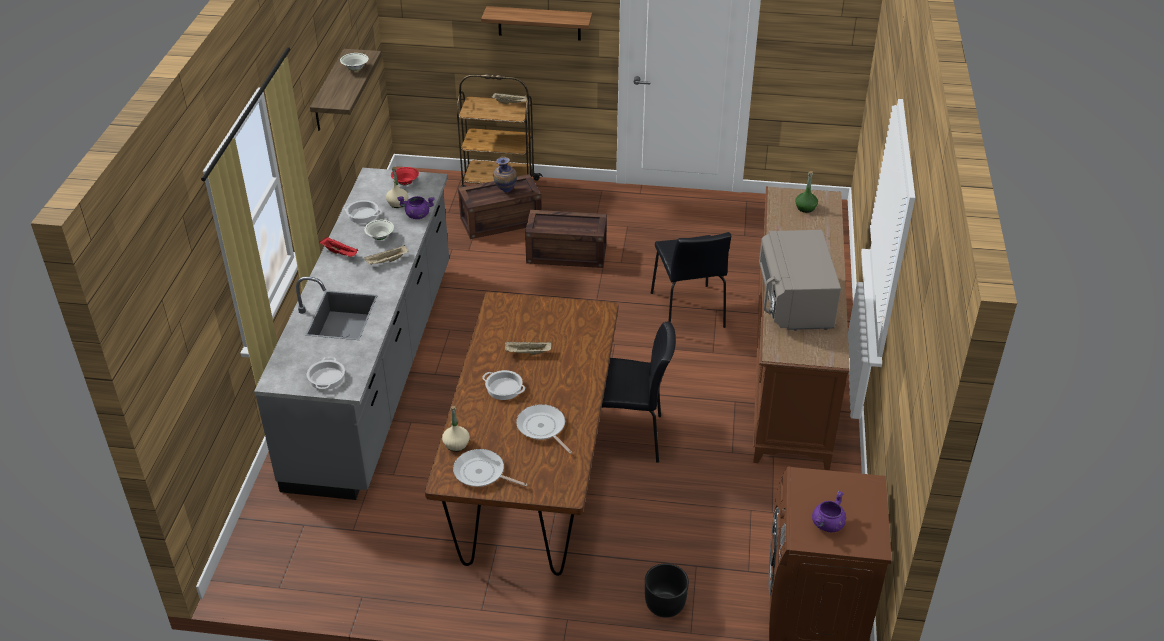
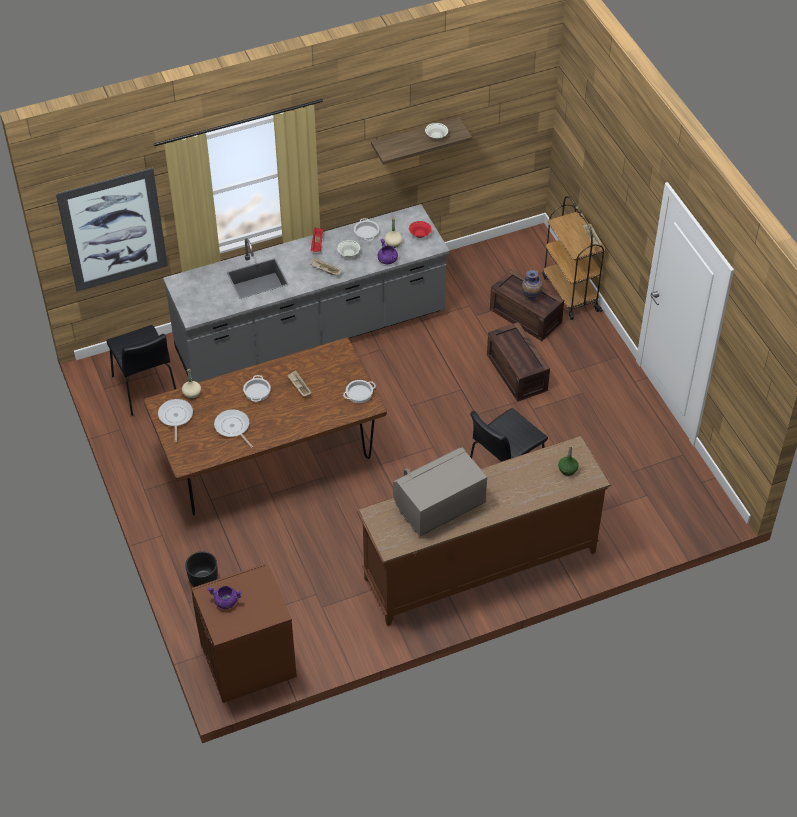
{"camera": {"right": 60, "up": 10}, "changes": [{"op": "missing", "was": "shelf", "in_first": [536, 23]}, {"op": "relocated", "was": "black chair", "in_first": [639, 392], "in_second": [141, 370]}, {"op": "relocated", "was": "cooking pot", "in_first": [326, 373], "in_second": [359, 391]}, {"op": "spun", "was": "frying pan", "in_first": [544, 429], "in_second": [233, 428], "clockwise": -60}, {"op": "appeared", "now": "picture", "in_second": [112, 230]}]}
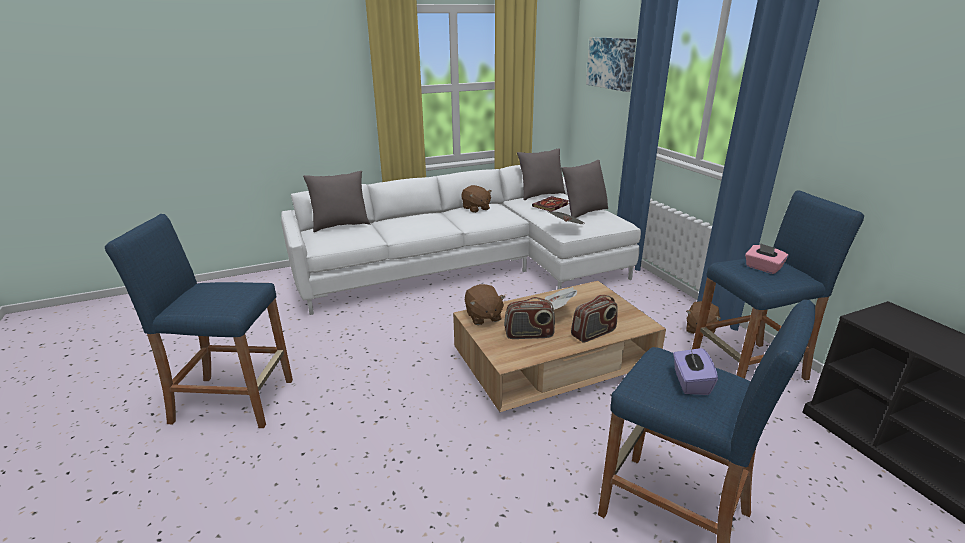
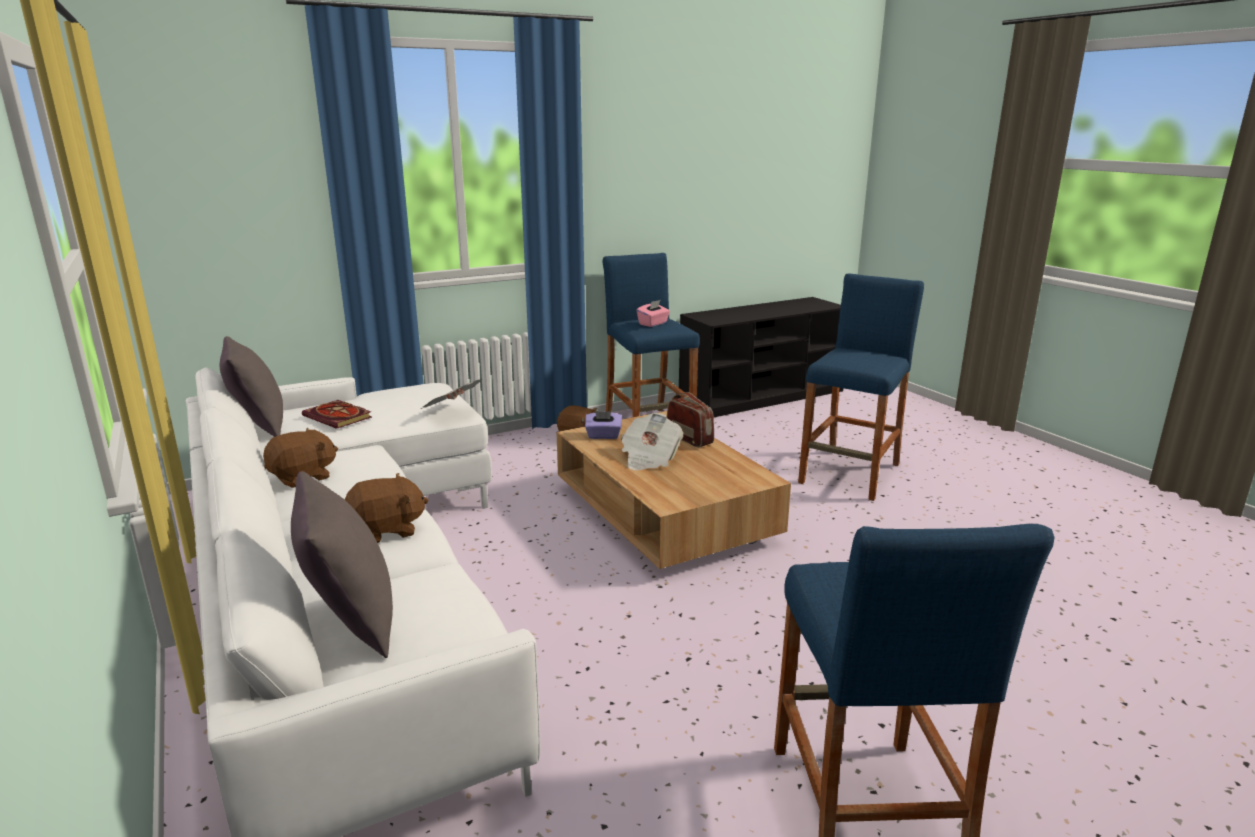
{"camera": {"right": -95, "up": -5}, "changes": [{"op": "missing", "was": "picture", "in_first": [611, 64]}, {"op": "missing", "was": "grey pillow", "in_first": [584, 189]}, {"op": "relocated", "was": "brown plush toy", "in_first": [485, 304], "in_second": [387, 508]}, {"op": "missing", "was": "radio", "in_first": [529, 318]}, {"op": "relocated", "was": "purple tissue box", "in_first": [695, 371], "in_second": [603, 425]}]}
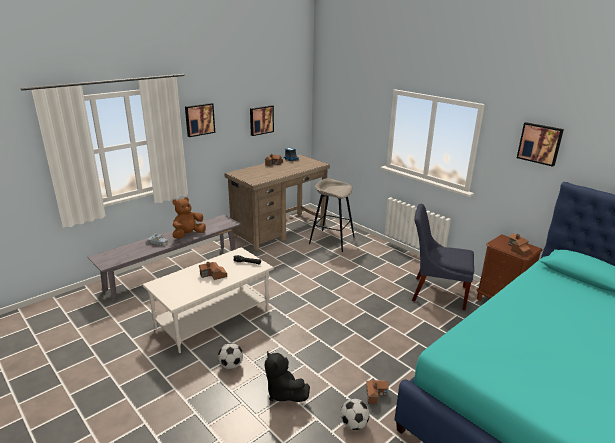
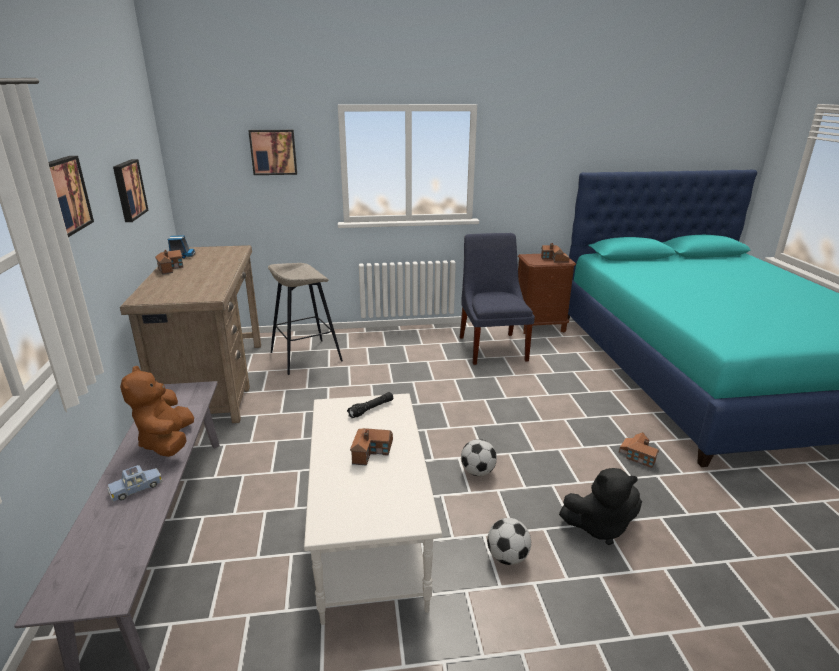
{"camera": {"right": -55, "up": 0}, "changes": [{"op": "relocated", "was": "picture", "in_first": [540, 144], "in_second": [272, 152]}, {"op": "spun", "was": "blue chair", "in_first": [443, 257], "in_second": [497, 299], "clockwise": 120}, {"op": "relocated", "was": "football", "in_first": [355, 414], "in_second": [479, 457]}]}
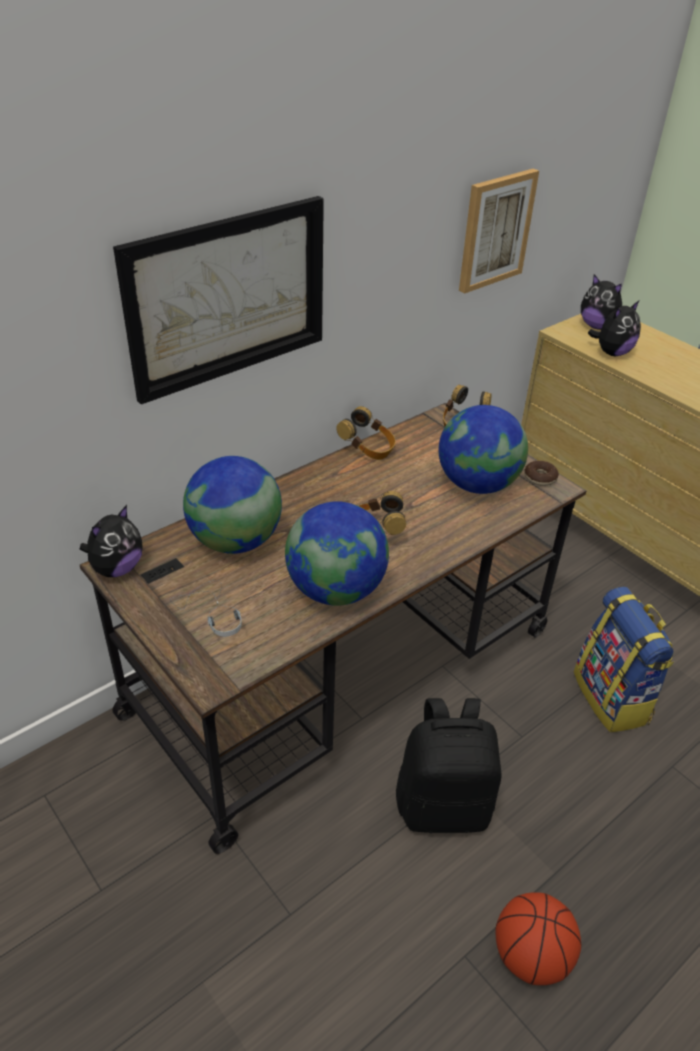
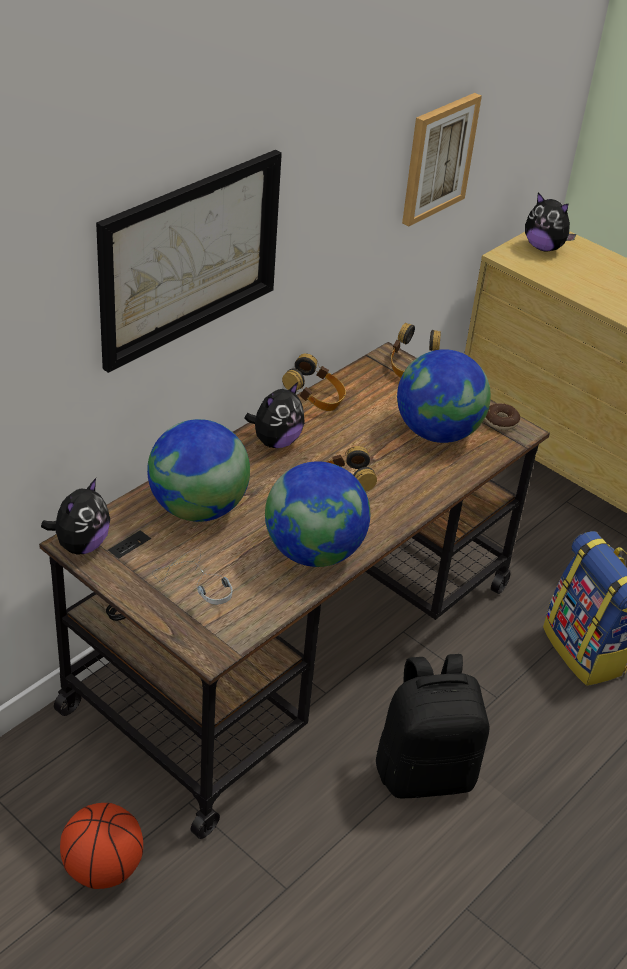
{"camera": {"right": -10, "up": 0}, "changes": [{"op": "relocated", "was": "plush toy", "in_first": [614, 328], "in_second": [275, 415]}, {"op": "relocated", "was": "basketball", "in_first": [538, 938], "in_second": [101, 846]}]}
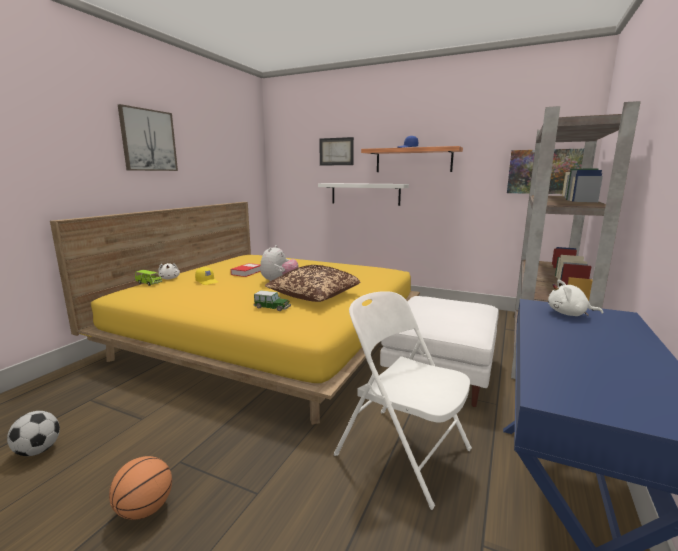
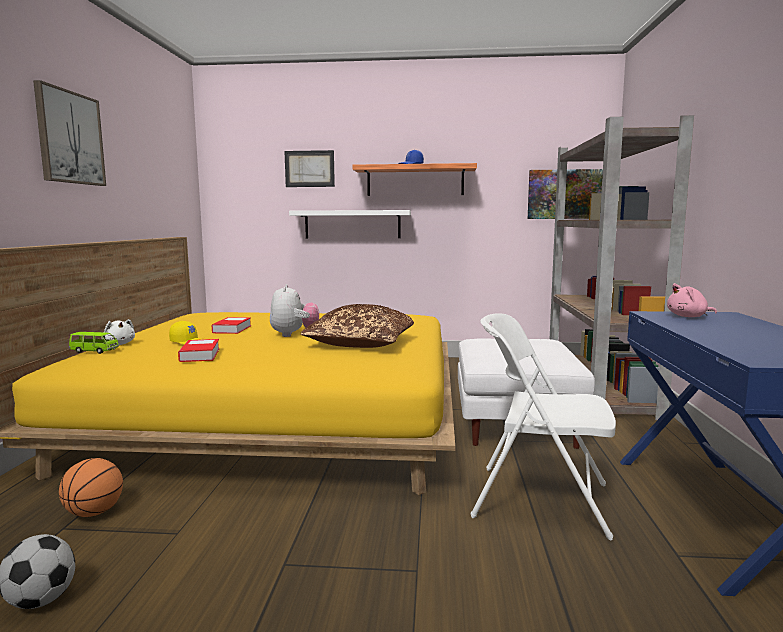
{"camera": {"right": -20, "up": -5}, "changes": [{"op": "colour", "was": "white plush toy", "now": "pink plush toy", "in_first": [575, 298], "in_second": [692, 300]}, {"op": "missing", "was": "toy car", "in_first": [272, 300]}, {"op": "relocated", "was": "basketball", "in_first": [140, 488], "in_second": [91, 487]}, {"op": "appeared", "now": "book", "in_second": [198, 350]}]}
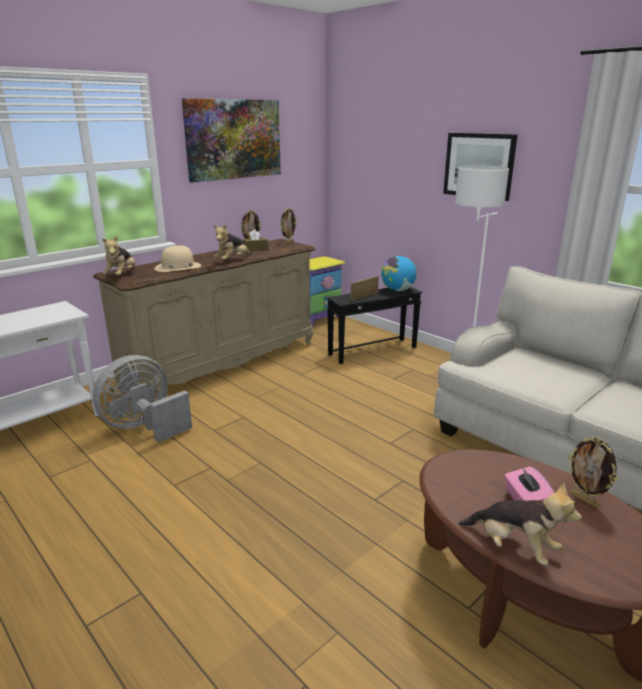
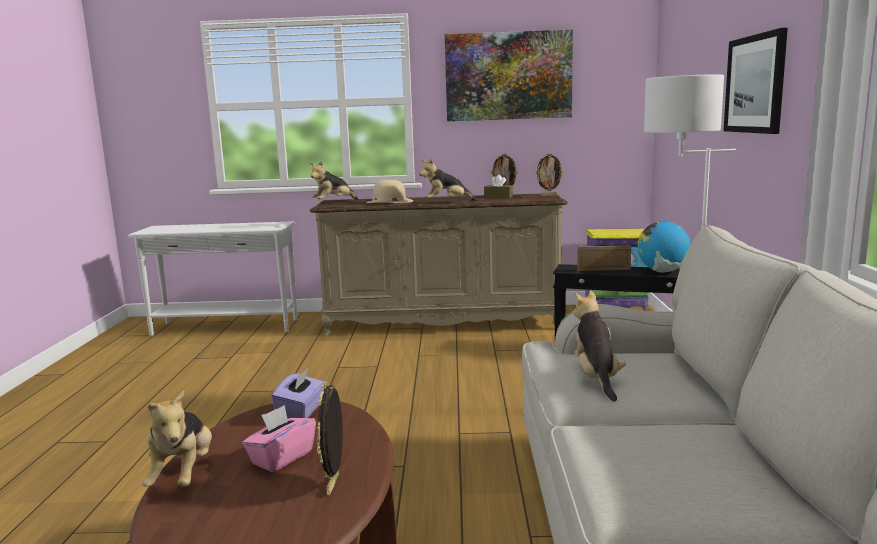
{"camera": {"right": 45, "up": -10}, "changes": [{"op": "missing", "was": "grey fan", "in_first": [142, 399]}, {"op": "appeared", "now": "plush toy", "in_second": [599, 346]}, {"op": "appeared", "now": "purple tissue box", "in_second": [297, 393]}]}
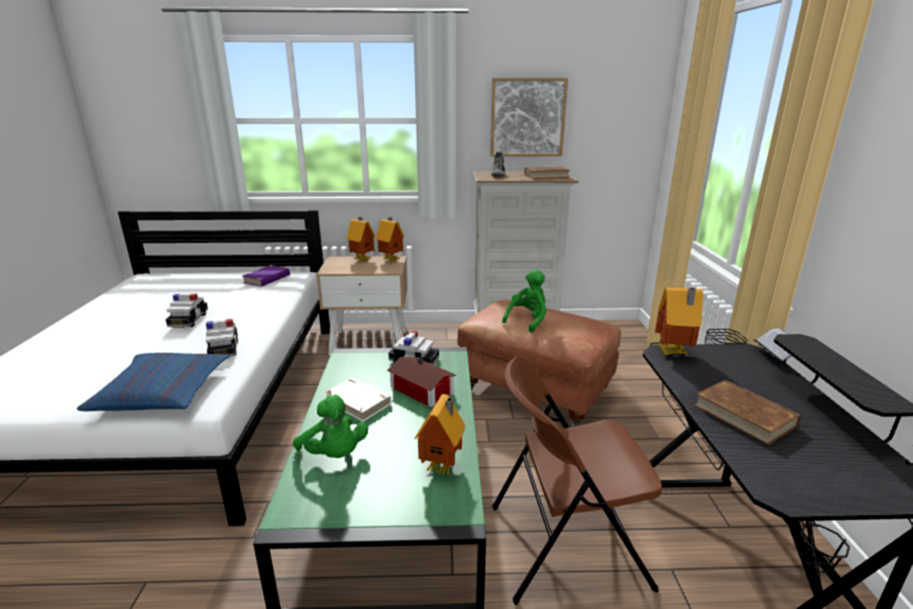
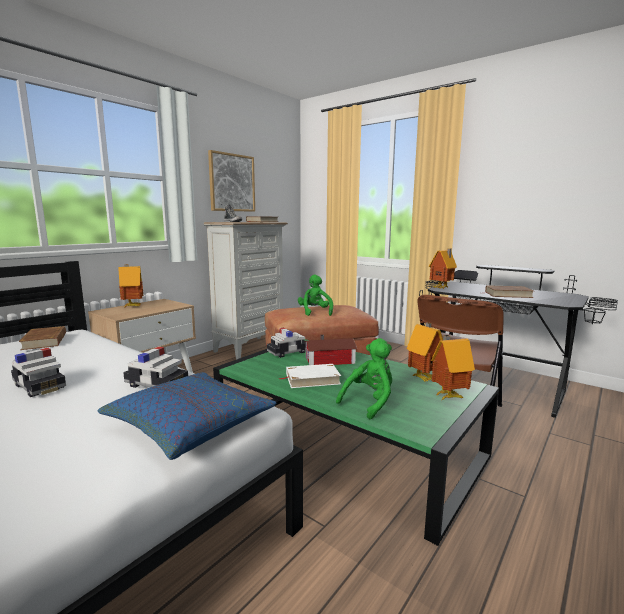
{"camera": {"right": -50, "up": -10}, "changes": [{"op": "relocated", "was": "toy house", "in_first": [390, 239], "in_second": [453, 367]}, {"op": "colour", "was": "purple book", "now": "brown book", "in_first": [266, 276], "in_second": [42, 338]}, {"op": "spun", "was": "green plush toy", "in_first": [330, 426], "in_second": [364, 378], "clockwise": -45}]}
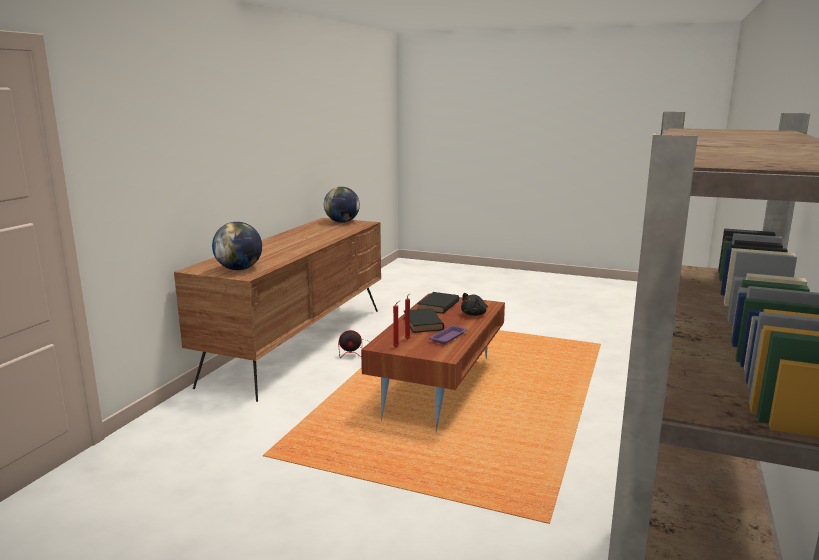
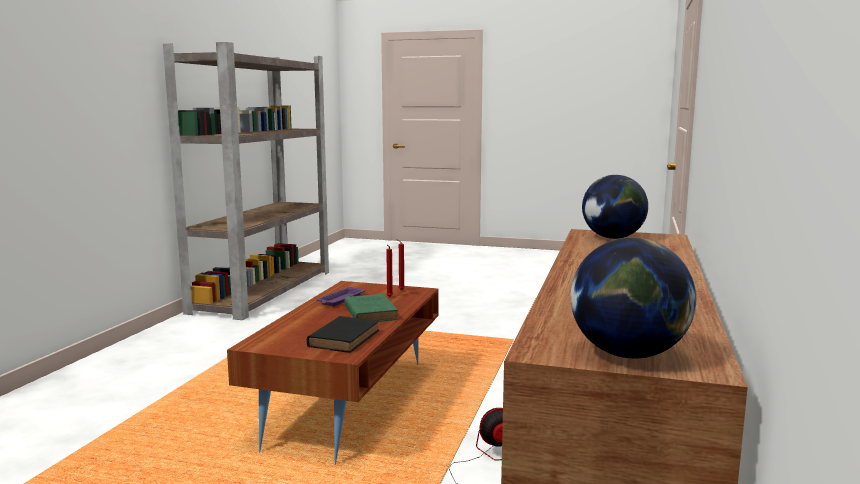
{"camera": {"right": 175, "up": -5}, "changes": [{"op": "missing", "was": "black plush toy", "in_first": [474, 304]}, {"op": "colour", "was": "black book", "now": "green book", "in_first": [424, 320], "in_second": [371, 308]}]}
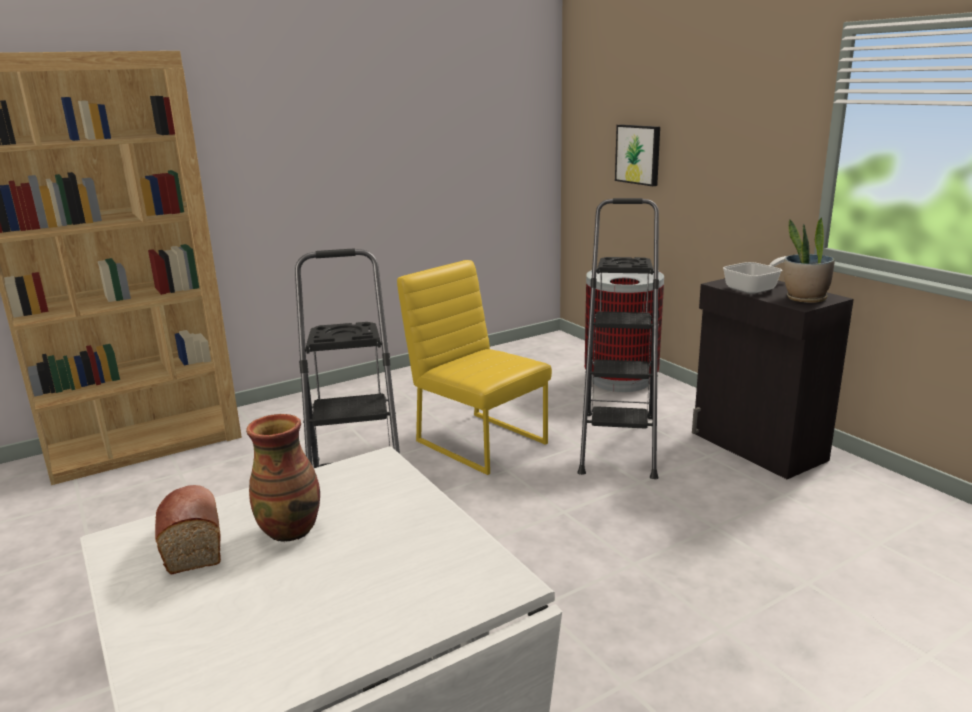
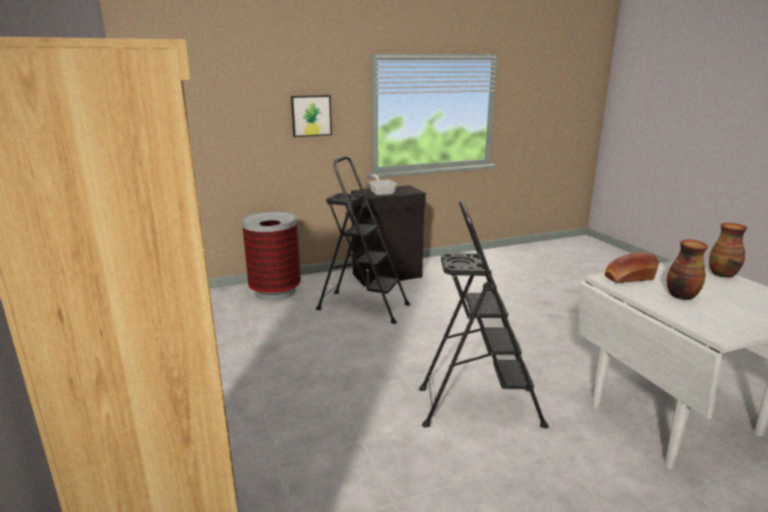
{"camera": {"right": -80, "up": 0}, "changes": [{"op": "relocated", "was": "picture", "in_first": [637, 155], "in_second": [311, 116]}, {"op": "missing", "was": "potted plant", "in_first": [809, 260]}, {"op": "missing", "was": "yellow chair", "in_first": [474, 367]}, {"op": "relocated", "was": "bread", "in_first": [188, 530], "in_second": [632, 267]}, {"op": "appeared", "now": "vase", "in_second": [728, 250]}]}
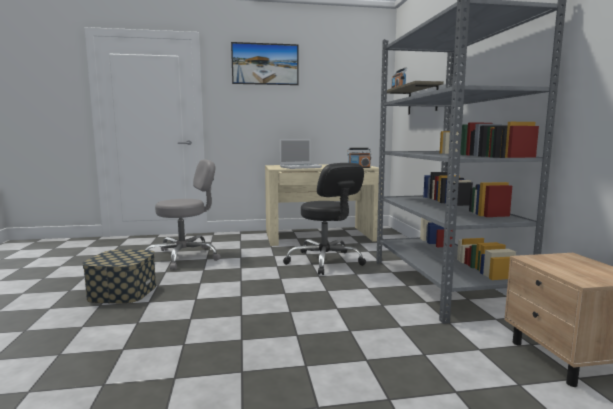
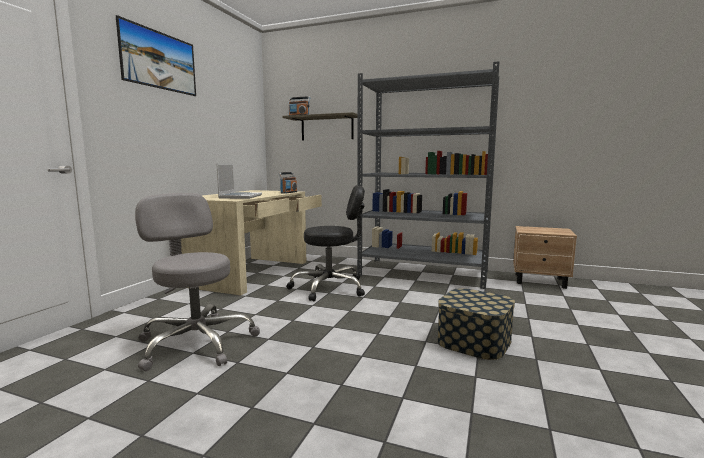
{"camera": {"right": -60, "up": 0}, "changes": [{"op": "spun", "was": "grey office chair", "in_first": [183, 214], "in_second": [197, 282], "clockwise": -45}, {"op": "relocated", "was": "storage box", "in_first": [119, 276], "in_second": [476, 324]}]}
